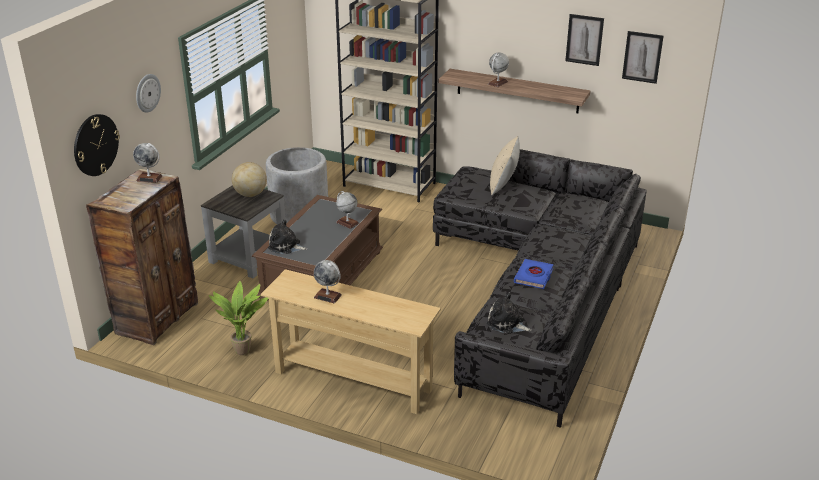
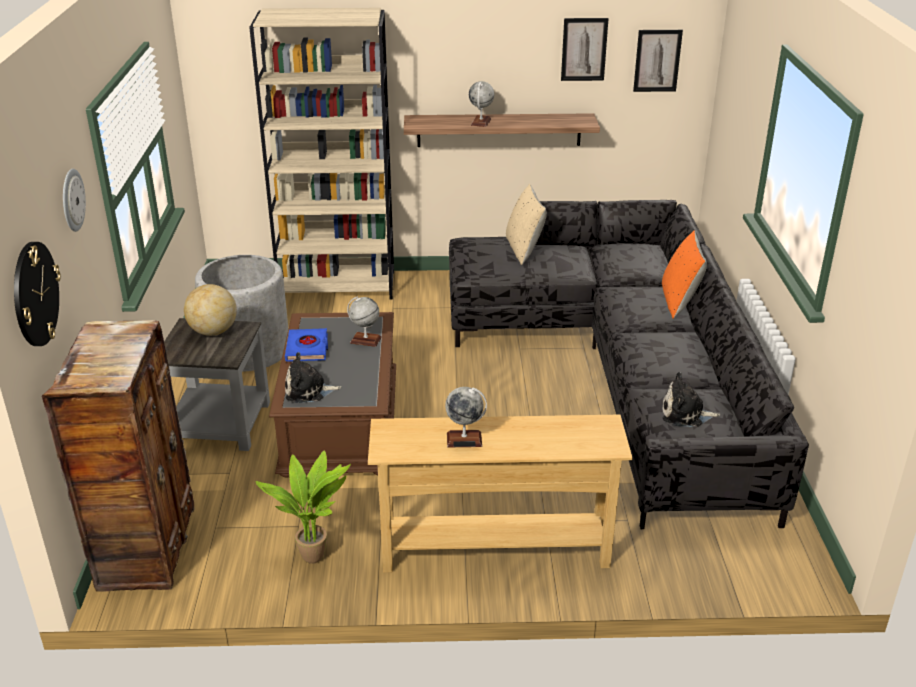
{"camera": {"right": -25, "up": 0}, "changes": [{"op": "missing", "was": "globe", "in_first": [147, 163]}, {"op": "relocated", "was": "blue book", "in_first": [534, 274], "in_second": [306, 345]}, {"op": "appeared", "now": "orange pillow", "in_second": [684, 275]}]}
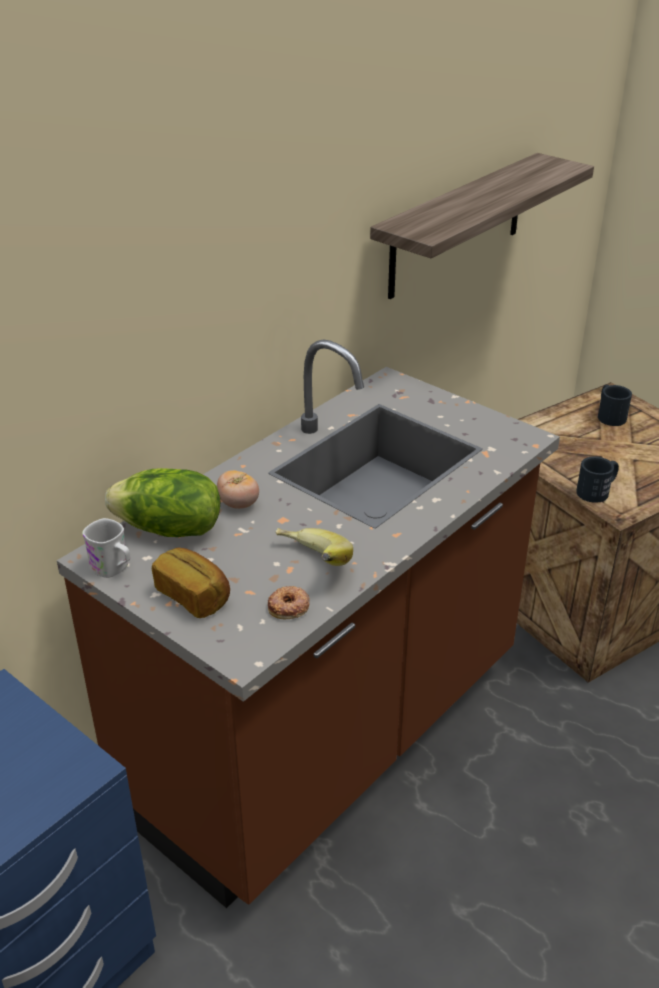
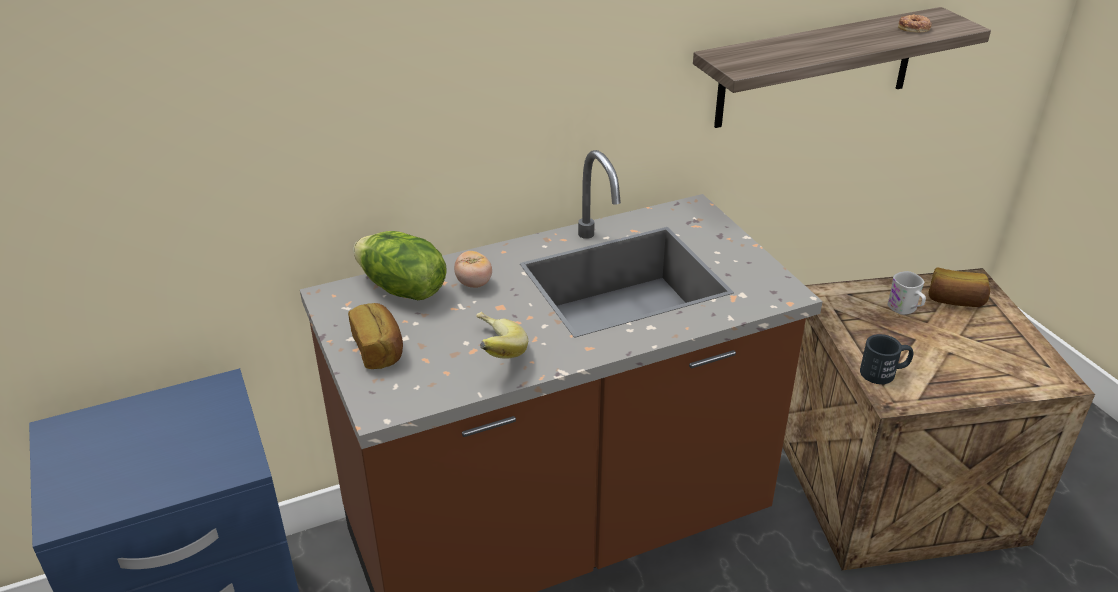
{"camera": {"right": 25, "up": 0}, "changes": [{"op": "exchanged", "was": "black mug", "now": "bread", "in_first": [615, 405], "in_second": [959, 287]}, {"op": "relocated", "was": "white mug", "in_first": [106, 548], "in_second": [906, 293]}, {"op": "relocated", "was": "donut", "in_first": [289, 602], "in_second": [915, 23]}]}
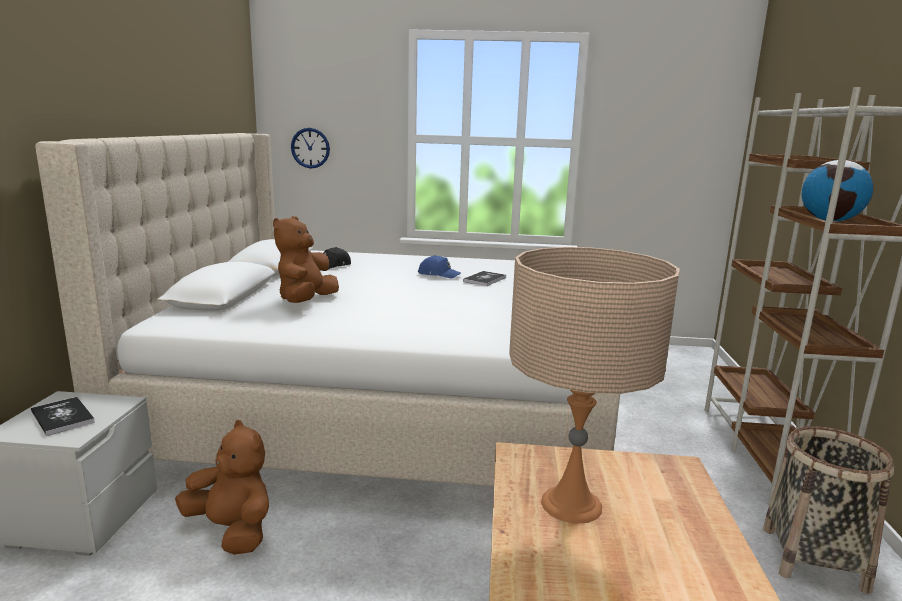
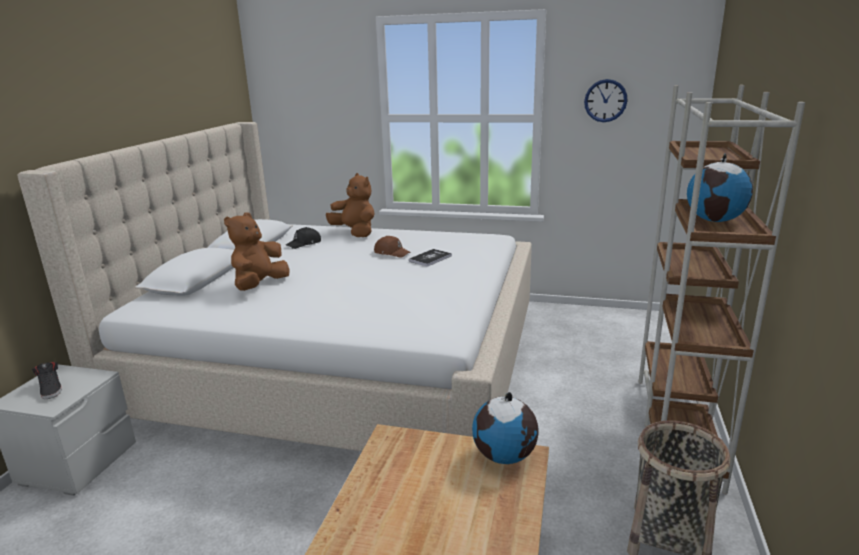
{"camera": {"right": 10, "up": 5}, "changes": [{"op": "relocated", "was": "wall clock", "in_first": [310, 148], "in_second": [605, 100]}, {"op": "missing", "was": "beige table lamp", "in_first": [594, 385]}, {"op": "colour", "was": "blue cap", "now": "brown cap", "in_first": [439, 267], "in_second": [392, 247]}, {"op": "exchanged", "was": "book", "now": "black shoe", "in_first": [63, 416], "in_second": [47, 380]}, {"op": "relocated", "was": "brown plush toy", "in_first": [222, 487], "in_second": [350, 205]}, {"op": "appeared", "now": "globe", "in_second": [505, 428]}]}
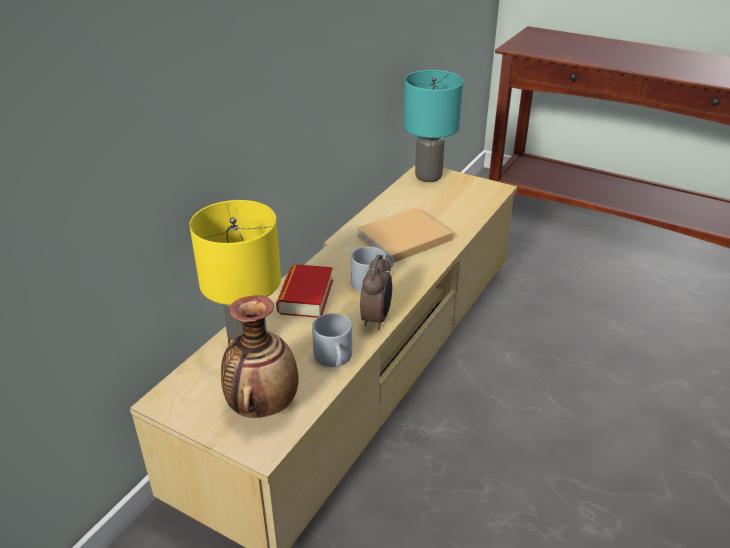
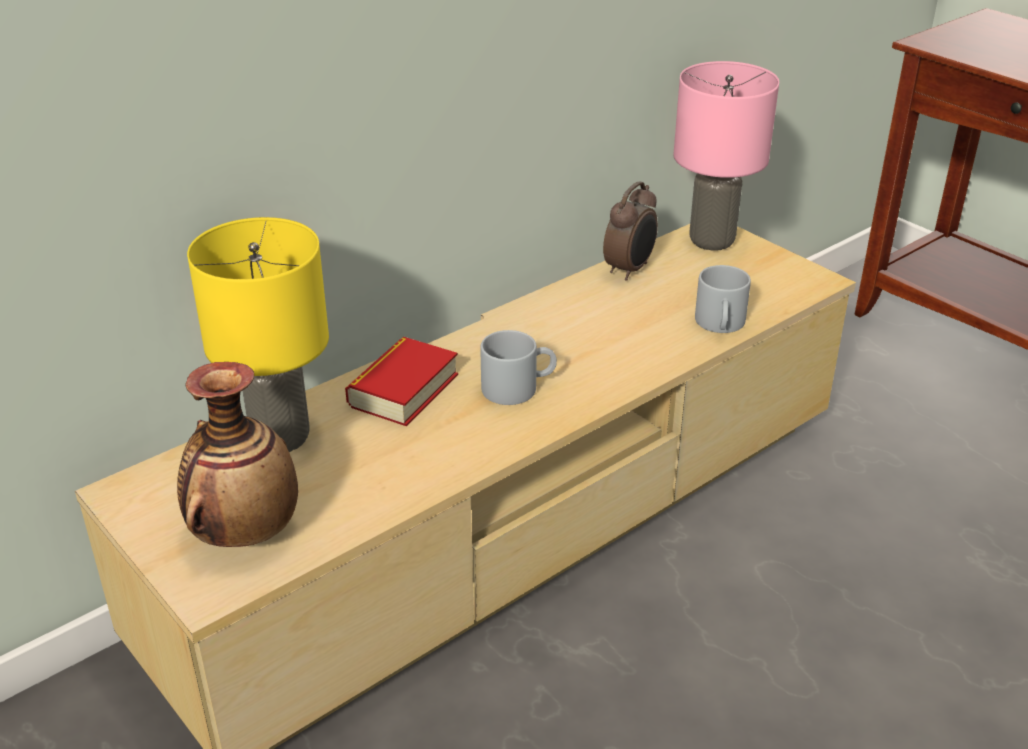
{"camera": {"right": 20, "up": 0}, "changes": [{"op": "colour", "was": "turquoise table lamp", "now": "pink table lamp", "in_first": [433, 126], "in_second": [726, 156]}, {"op": "missing", "was": "beige book", "in_first": [405, 234]}, {"op": "relocated", "was": "alarm clock", "in_first": [376, 292], "in_second": [630, 231]}, {"op": "relocated", "was": "grey mug", "in_first": [332, 340], "in_second": [723, 299]}]}
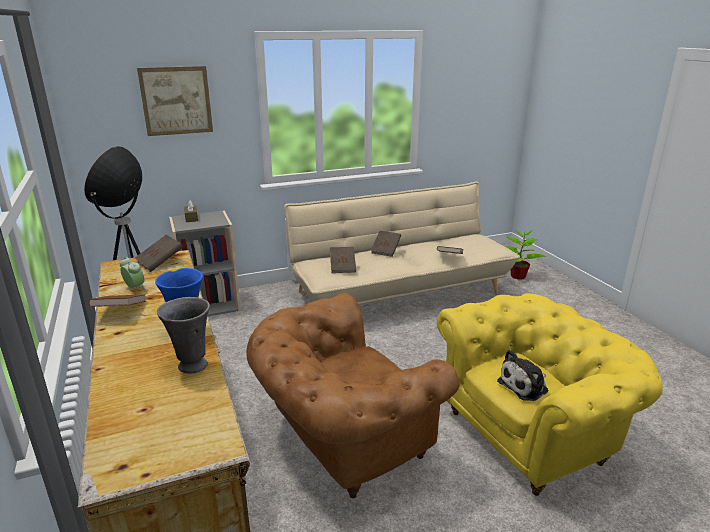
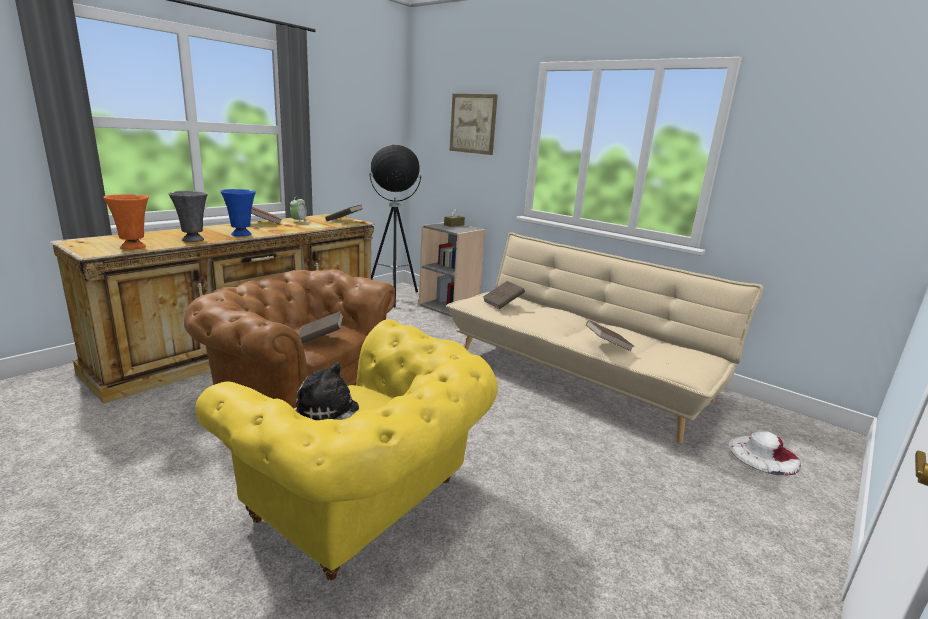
{"camera": {"right": 60, "up": -5}, "changes": [{"op": "exchanged", "was": "potted plant", "now": "white hat", "in_first": [525, 255], "in_second": [765, 453]}, {"op": "relocated", "was": "brown book", "in_first": [386, 244], "in_second": [321, 327]}, {"op": "appeared", "now": "orange vase", "in_second": [126, 222]}]}
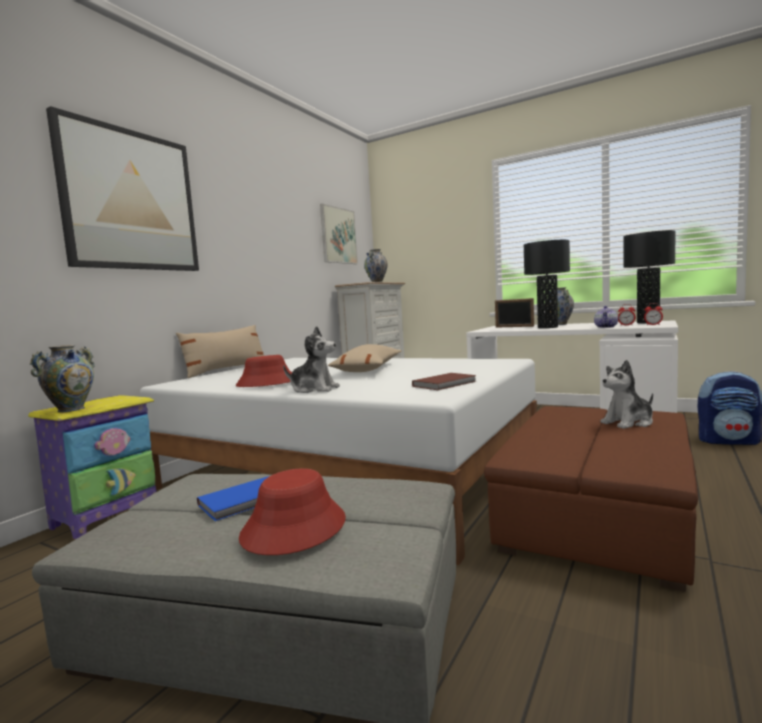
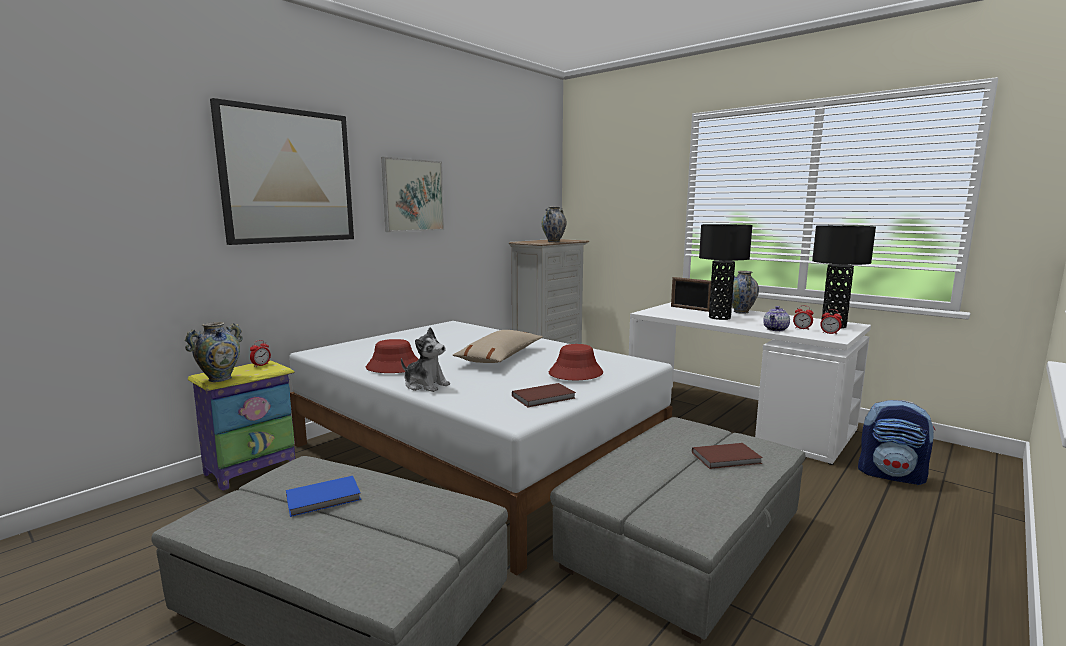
{"camera": {"right": 10, "up": 5}, "changes": [{"op": "relocated", "was": "picture", "in_first": [339, 233], "in_second": [412, 194]}, {"op": "missing", "was": "beige pillow", "in_first": [220, 351]}, {"op": "exchanged", "was": "plush toy", "now": "brown book", "in_first": [626, 394], "in_second": [727, 456]}, {"op": "colour", "was": "brown ottoman", "now": "grey ottoman", "in_first": [591, 499], "in_second": [677, 530]}, {"op": "relocated", "was": "red hat", "in_first": [292, 511], "in_second": [576, 362]}, {"op": "appeared", "now": "alarm clock", "in_second": [260, 353]}]}
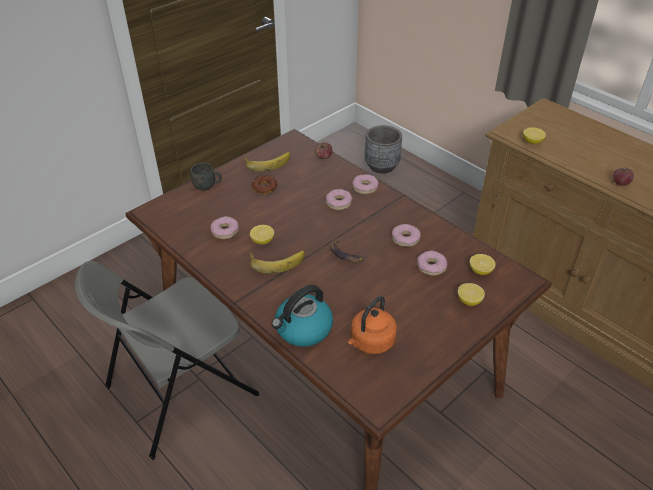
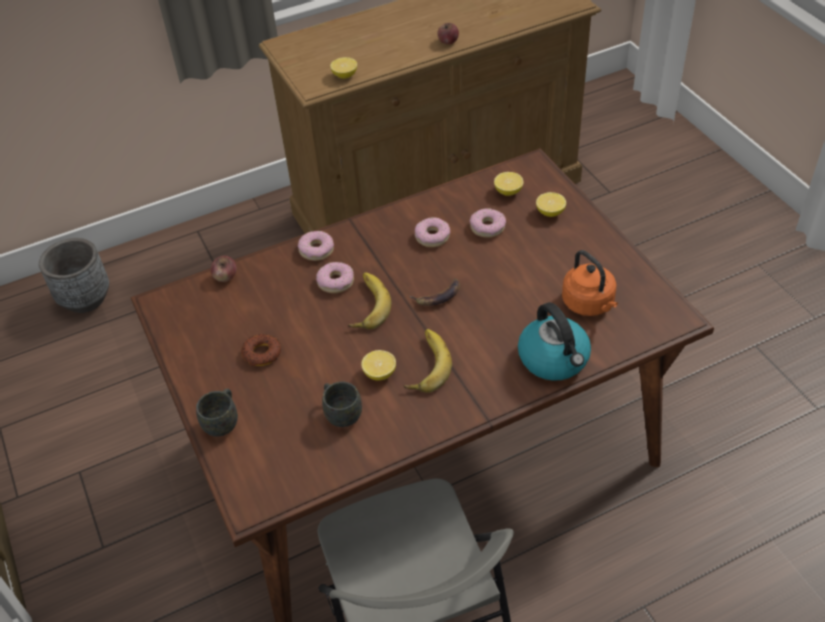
{"camera": {"right": -70, "up": 5}, "changes": [{"op": "relocated", "was": "banana", "in_first": [267, 162], "in_second": [370, 300]}, {"op": "exchanged", "was": "donut", "now": "grey mug", "in_first": [225, 227], "in_second": [342, 404]}]}
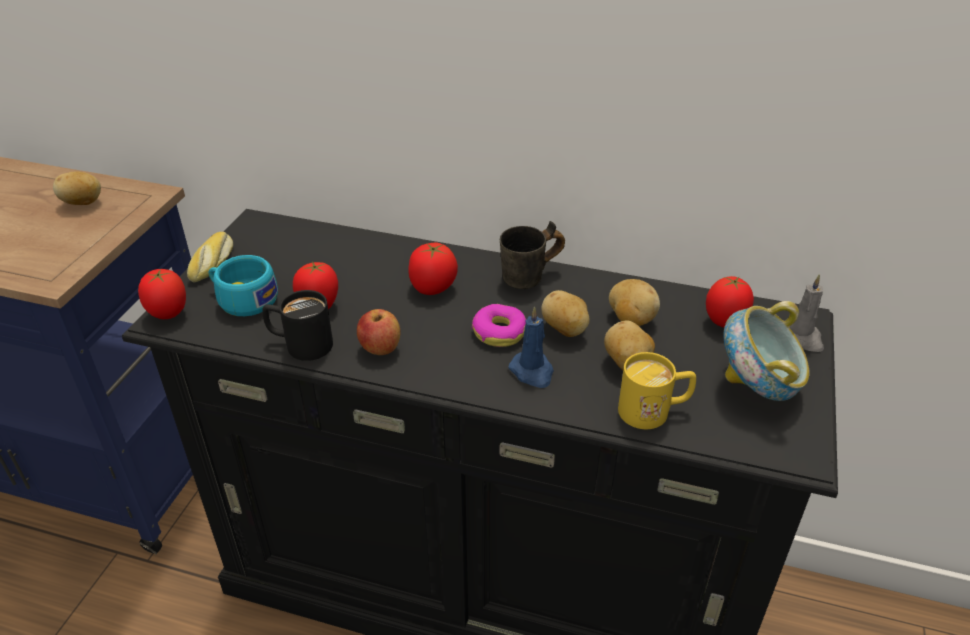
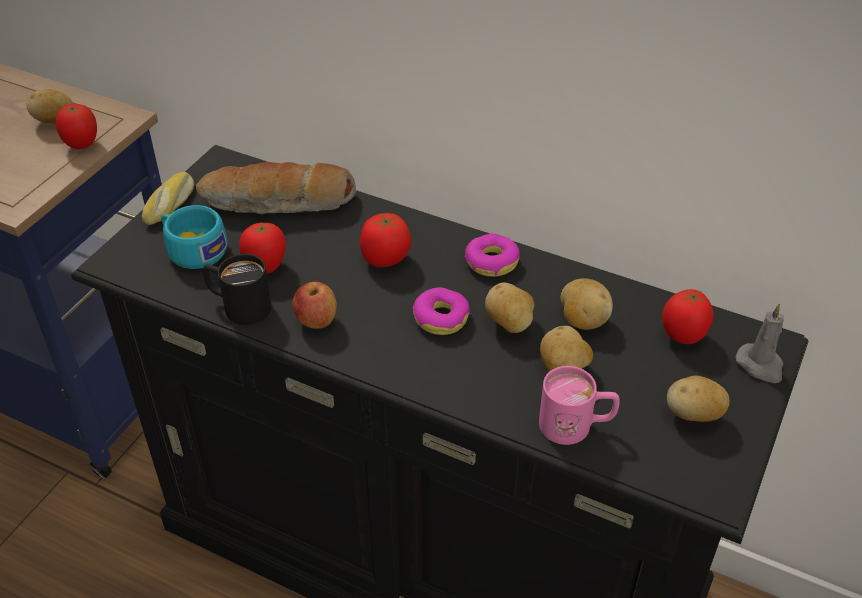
{"camera": {"right": 10, "up": 5}, "changes": [{"op": "exchanged", "was": "grey mug", "now": "donut", "in_first": [532, 255], "in_second": [492, 255]}, {"op": "relocated", "was": "tomato", "in_first": [162, 294], "in_second": [76, 126]}, {"op": "exchanged", "was": "bowl", "now": "potato", "in_first": [766, 351], "in_second": [698, 399]}, {"op": "missing", "was": "blue candle", "in_first": [531, 347]}, {"op": "colour", "was": "yellow mug", "now": "pink mug", "in_first": [657, 390], "in_second": [579, 405]}, {"op": "appeared", "now": "bread", "in_second": [276, 188]}]}
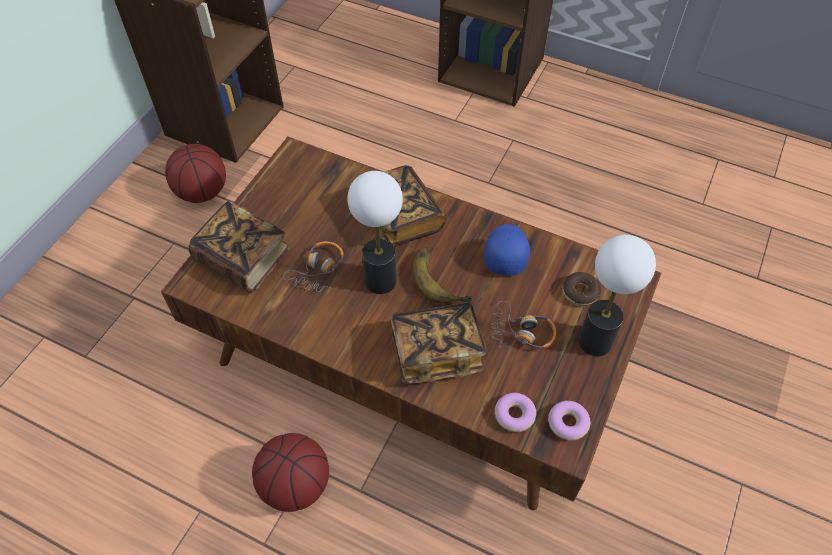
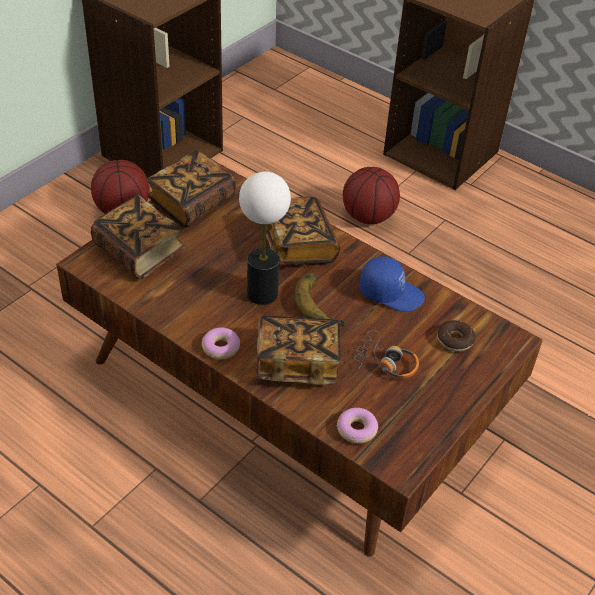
{"camera": {"right": 10, "up": -10}, "changes": [{"op": "spun", "was": "blue cap", "in_first": [507, 250], "in_second": [392, 284], "clockwise": 90}, {"op": "missing", "was": "table lamp", "in_first": [617, 295]}, {"op": "missing", "was": "headphones", "in_first": [313, 266]}, {"op": "relocated", "was": "donut", "in_first": [569, 421], "in_second": [221, 343]}, {"op": "relocated", "was": "basketball", "in_first": [290, 472], "in_second": [371, 195]}, {"op": "appeared", "now": "book", "in_second": [191, 189]}]}
